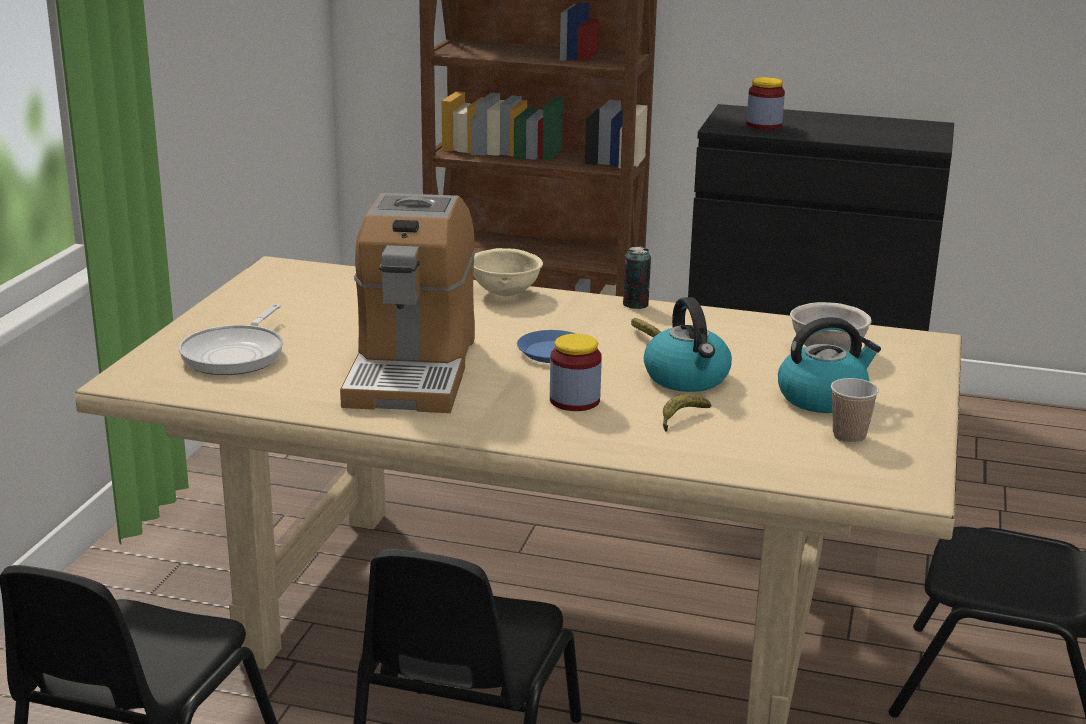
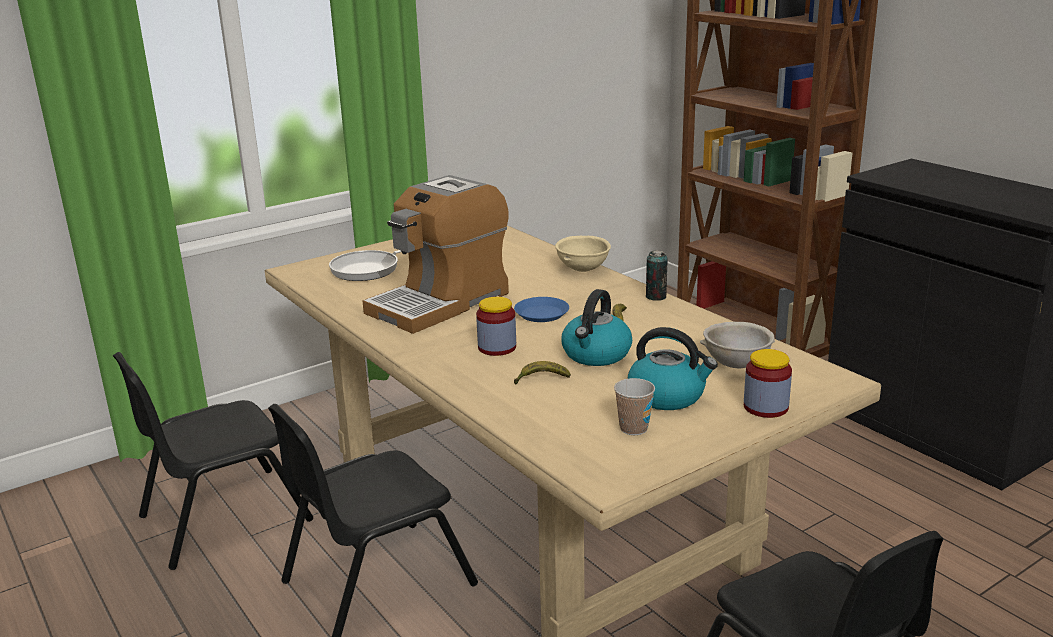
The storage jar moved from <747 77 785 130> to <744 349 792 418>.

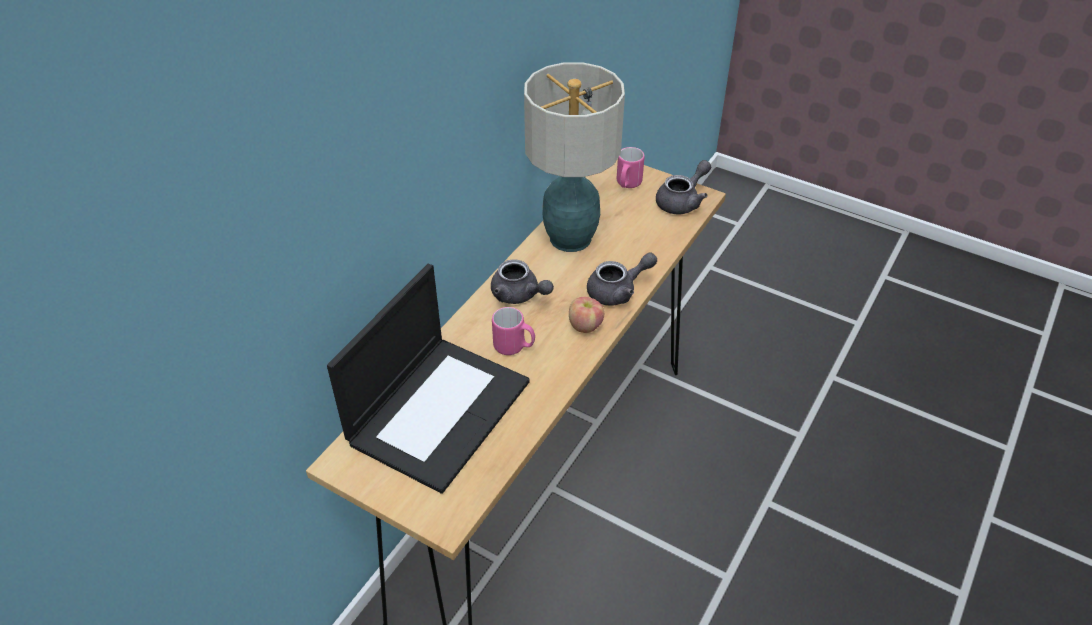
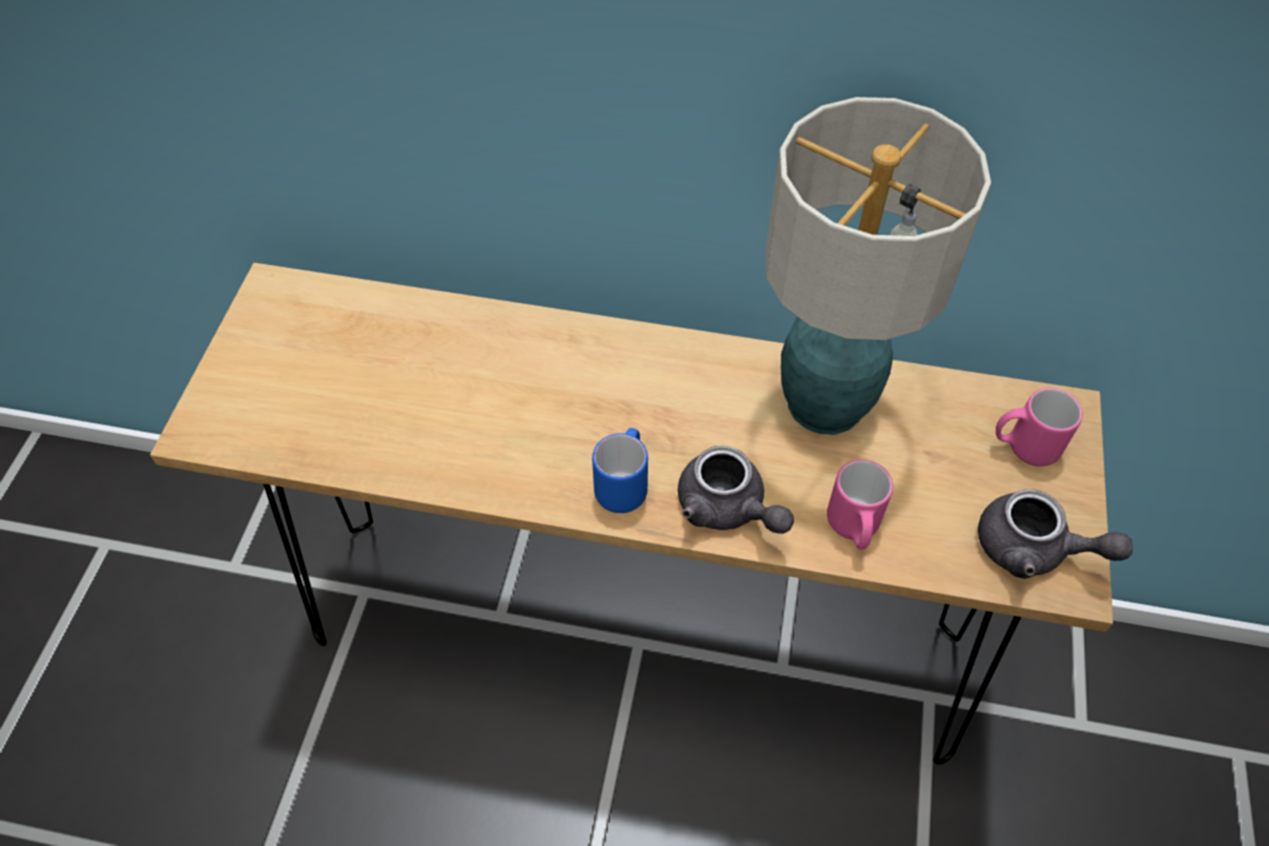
The laptop at <327 264 530 494> disappeared.
The pot for tea in gray at <491 259 554 304> disappeared.
The tea mug in pink-coloured moved from <492 307 535 355> to <827 459 893 550>.
The apple at <569 297 604 333> was replaced by the tea mug in bluish at <592 428 648 513>.

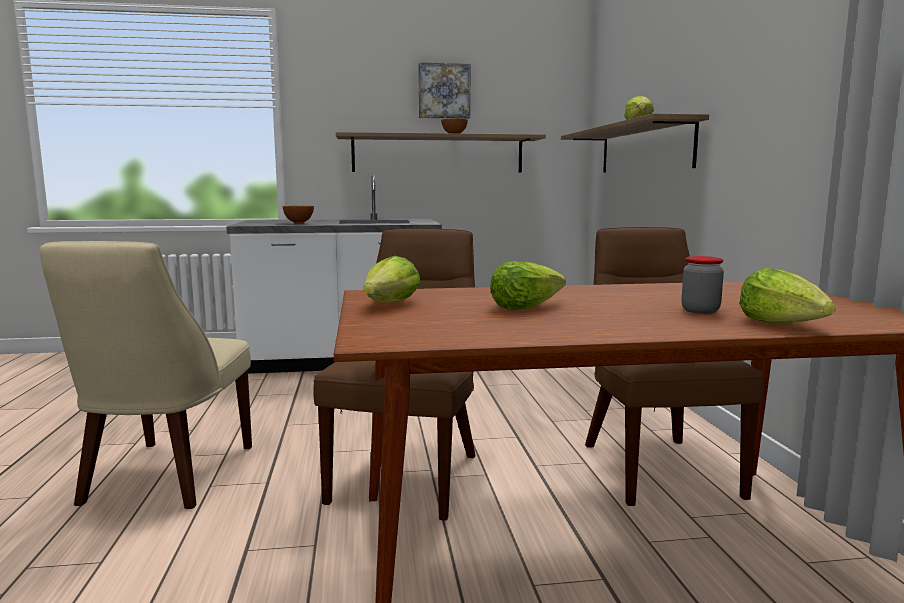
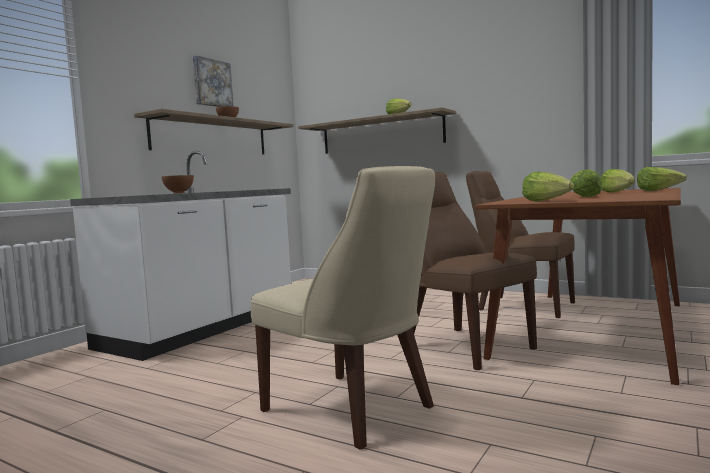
The storage jar at <682 256 724 314> was replaced by the lettuce at <601 169 635 193>.

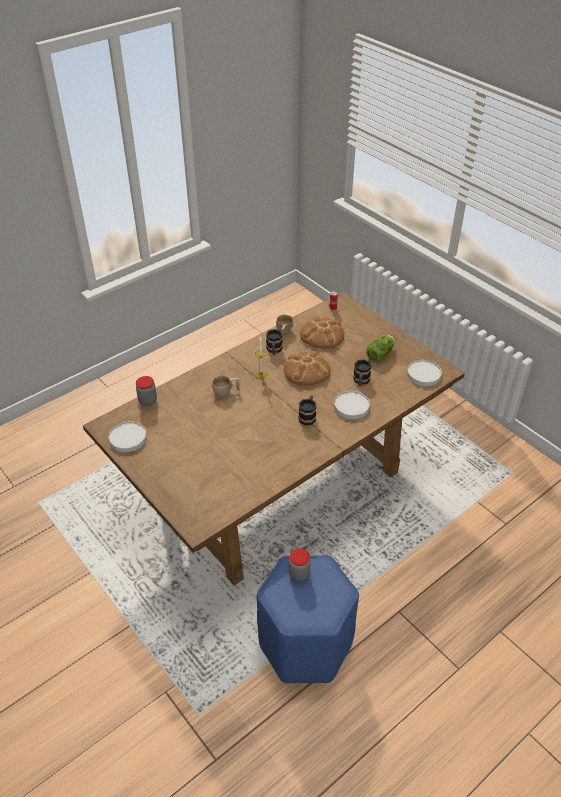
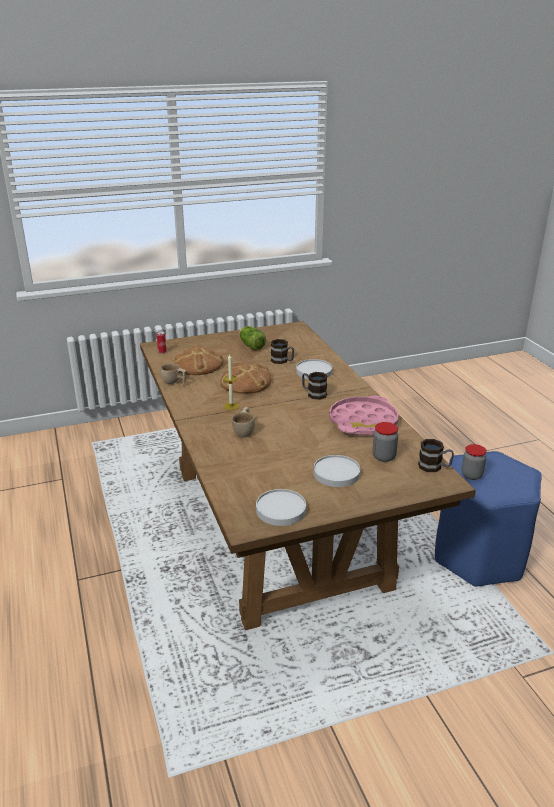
The serving tray in pink-coloured at <329 396 399 436> appeared.
The storage jar moved from <136 376 157 406> to <372 422 398 462>.
The tea mug moved from <266 329 283 355> to <418 439 454 472>.
The flat dish in white moved from <407 360 442 386> to <314 455 360 487>.

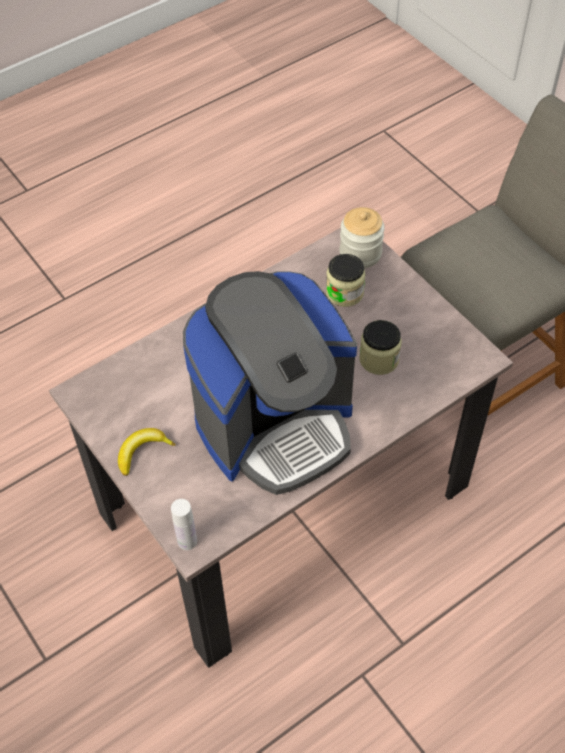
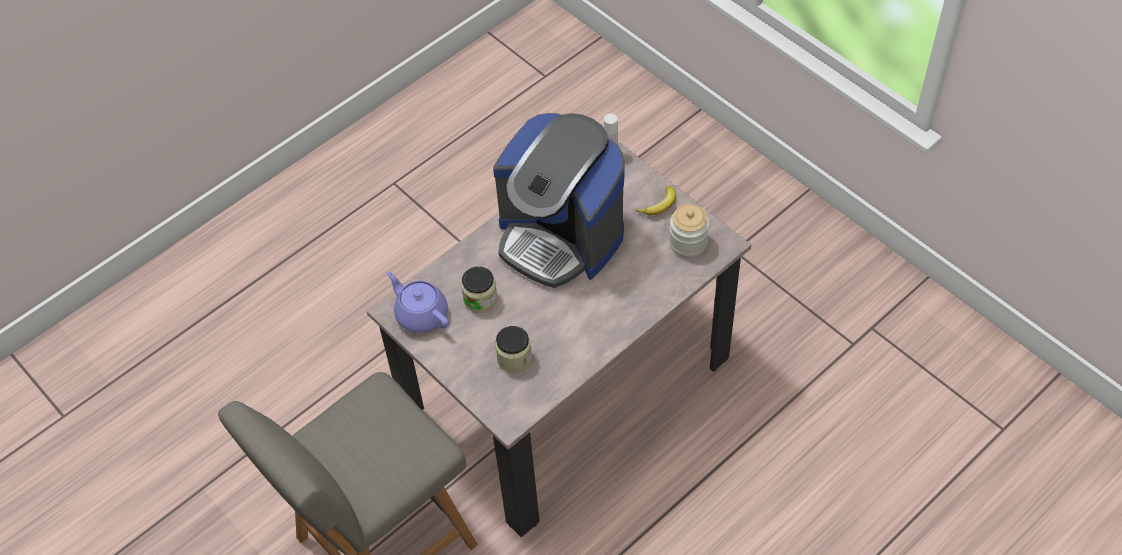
The pot for tea in purple-coloured at <386 271 449 333> appeared.
The storage jar moved from <340 207 385 268> to <669 204 709 258>.
The coffee brewer at <183 271 357 495> turned 105 degrees counterclockwise.

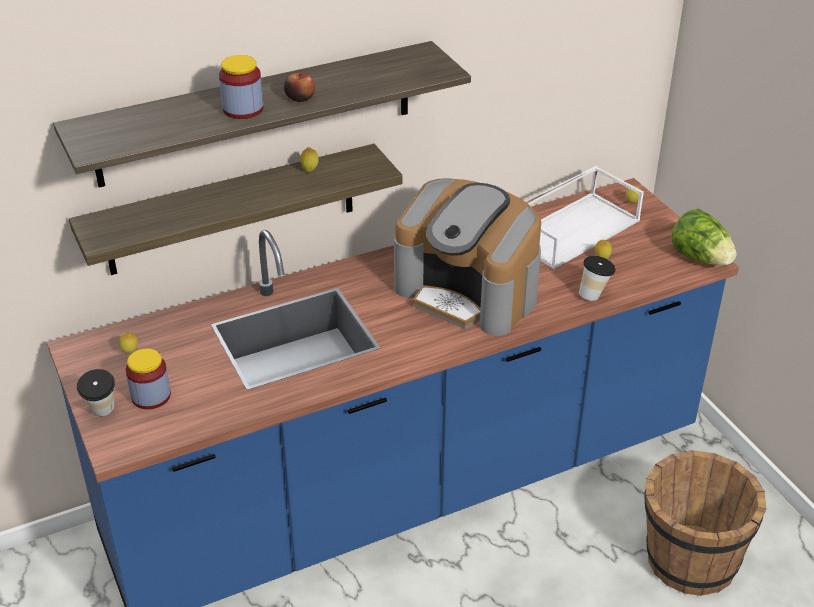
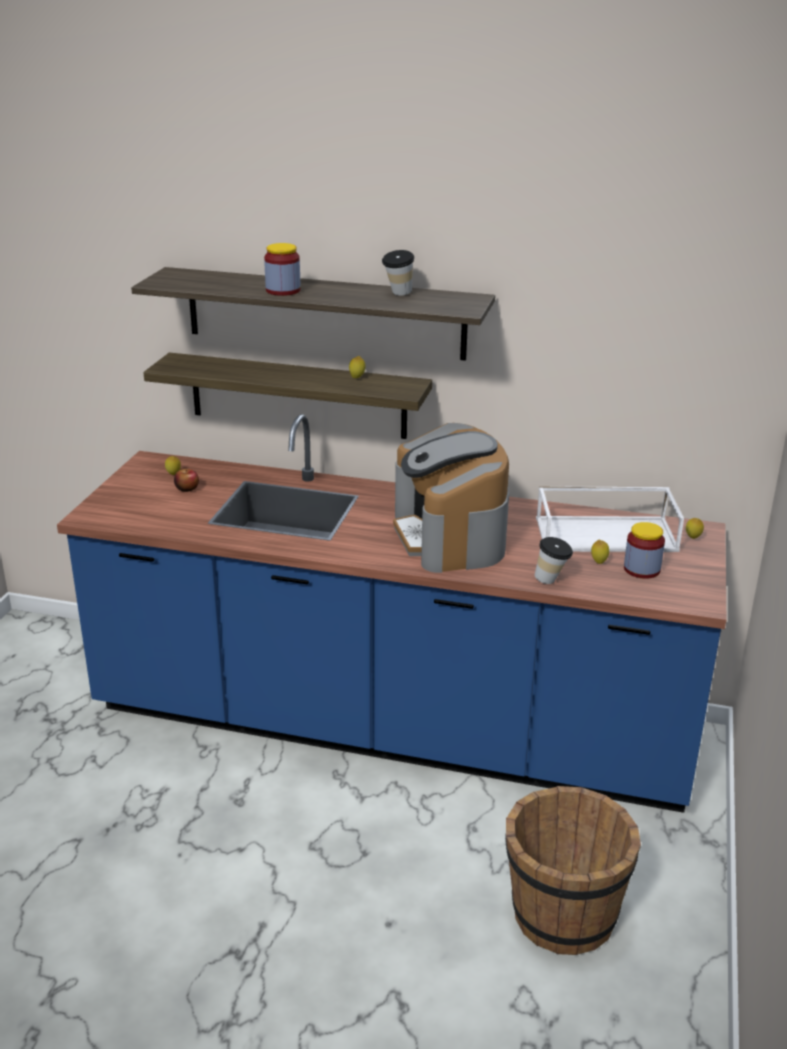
The lettuce at <672 209 736 266> disappeared.
The small cup moved from <77 369 115 416> to <382 250 414 296>.
The storage jar moved from <126 349 171 409> to <624 522 665 579>.
The apple moved from <284 73 315 102> to <174 469 199 492>.

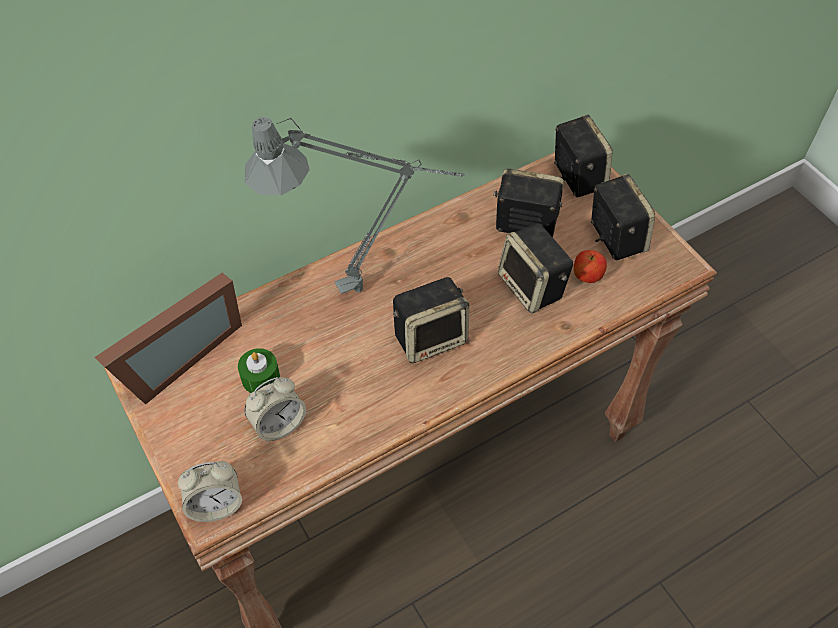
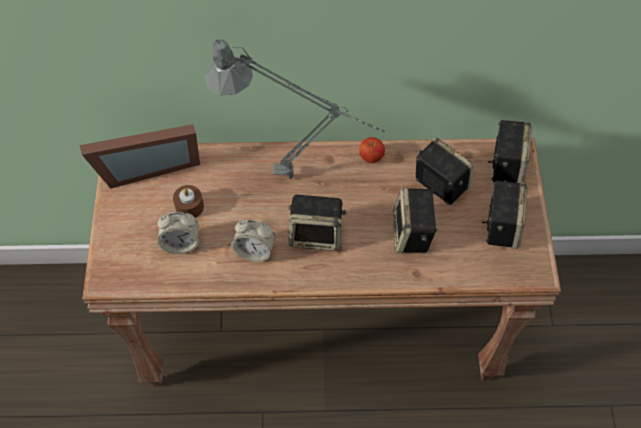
The table clock moved from <178 461 242 522> to <231 220 275 262>.
The apple moved from <574 250 607 283> to <359 137 385 163>.
The wax candle in green at <238 348 280 393> became the wax candle in brown-coloured at <173 185 204 218>.

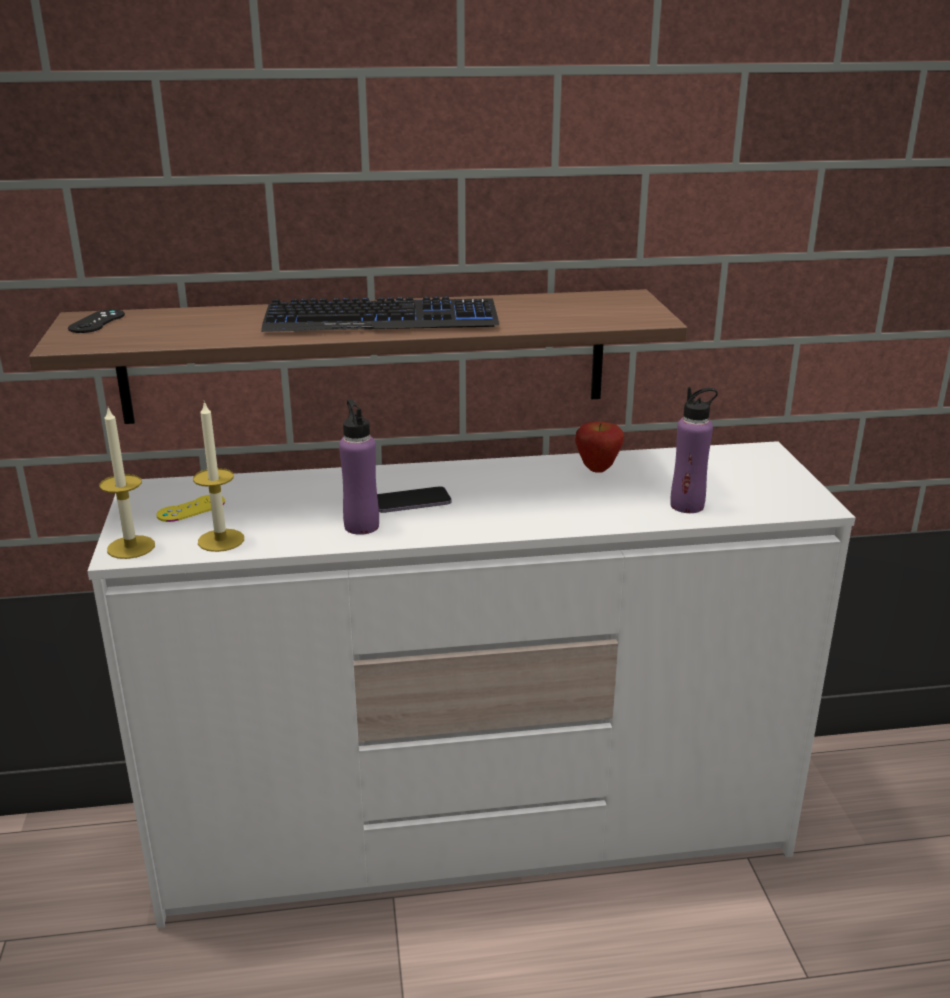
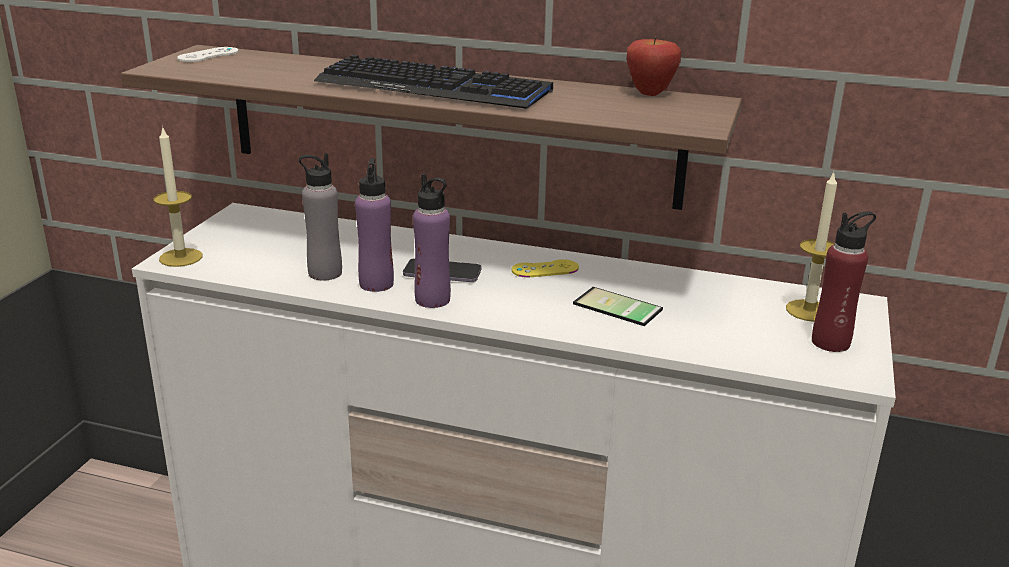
The bottle in gray at <299 153 342 281> appeared.
The telephone at <573 287 663 326> appeared.
The bottle in reddish at <812 212 876 352> appeared.
The game controller in yellow moved from <156 495 225 522> to <512 259 579 278>.
The wax candle moved from <193 401 244 552> to <786 172 837 322>.
The apple moved from <575 422 624 473> to <626 37 681 96>.
The bottle in purple-coloured moved from <670 387 718 513> to <413 174 451 308>.
The game controller in blackish at <68 309 125 333> became the game controller in white at <177 47 238 62>.

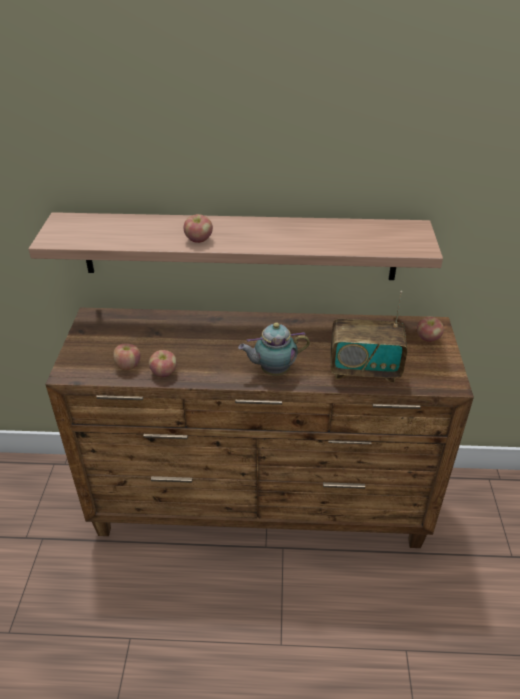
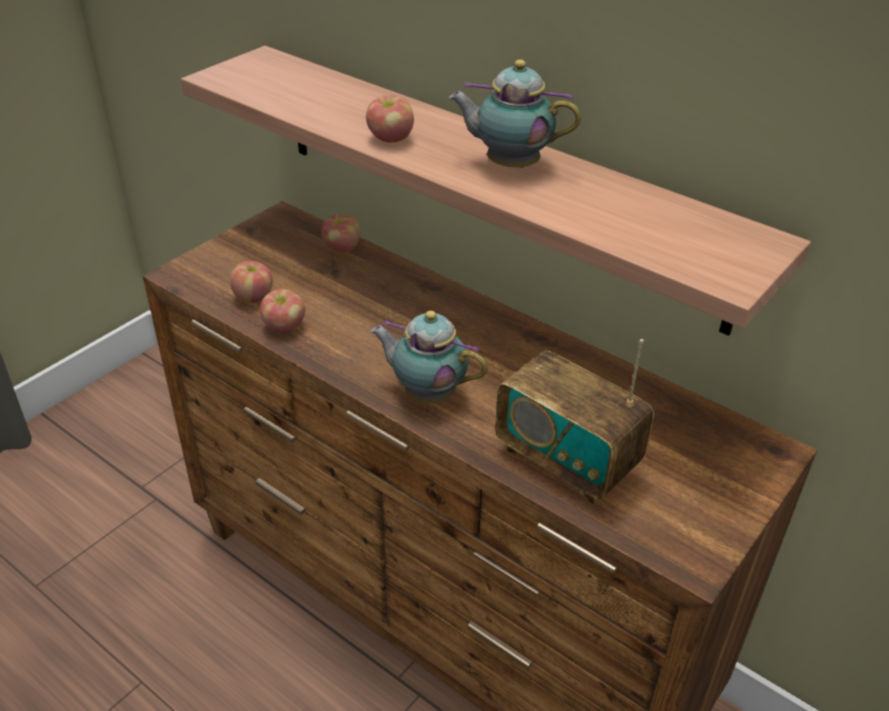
The pot for tea at <449 60 581 168> appeared.
The apple moved from <417 317 444 342> to <321 214 360 253>.

